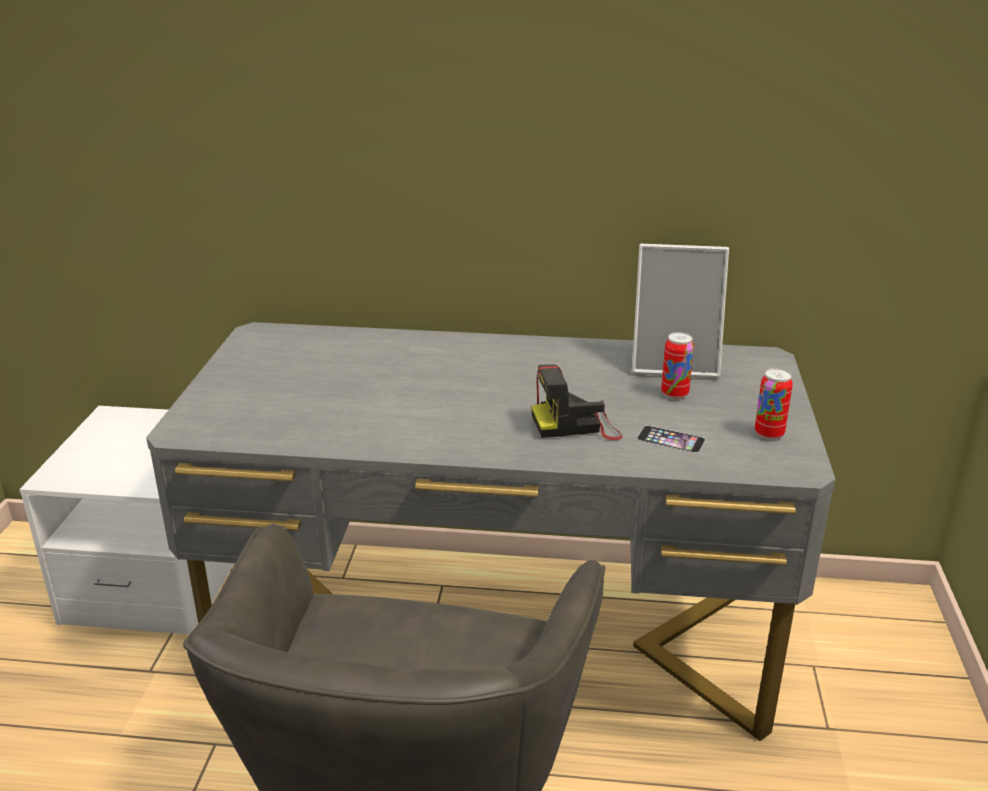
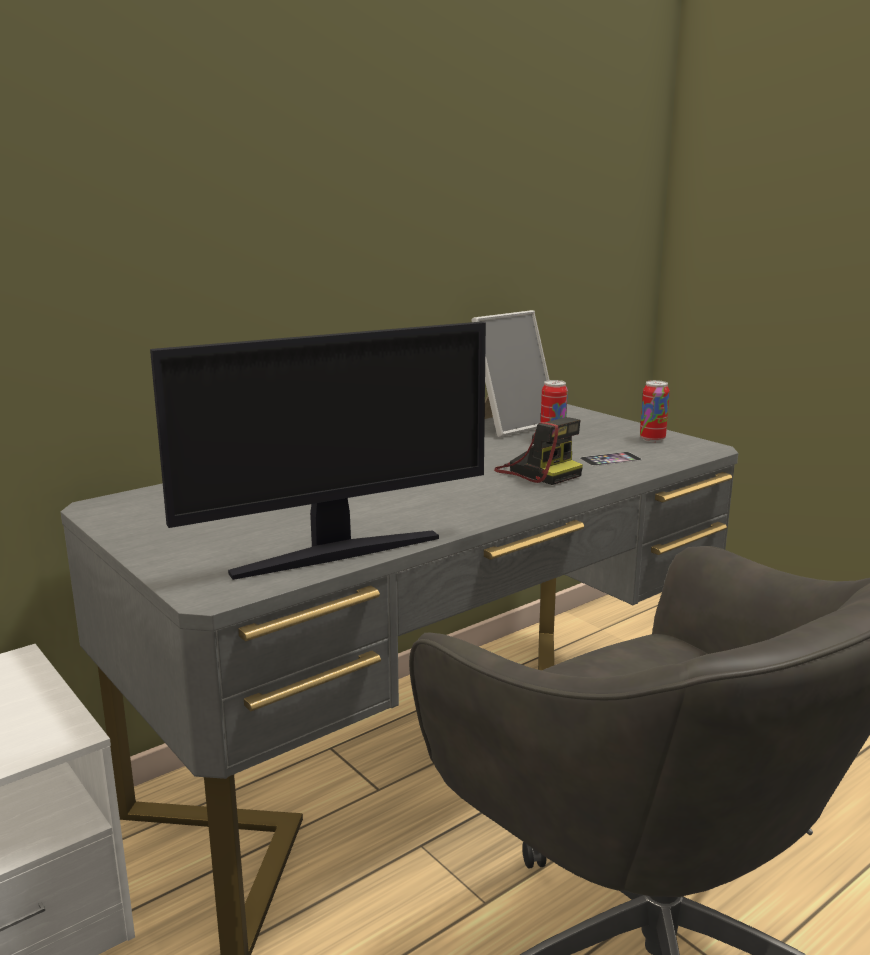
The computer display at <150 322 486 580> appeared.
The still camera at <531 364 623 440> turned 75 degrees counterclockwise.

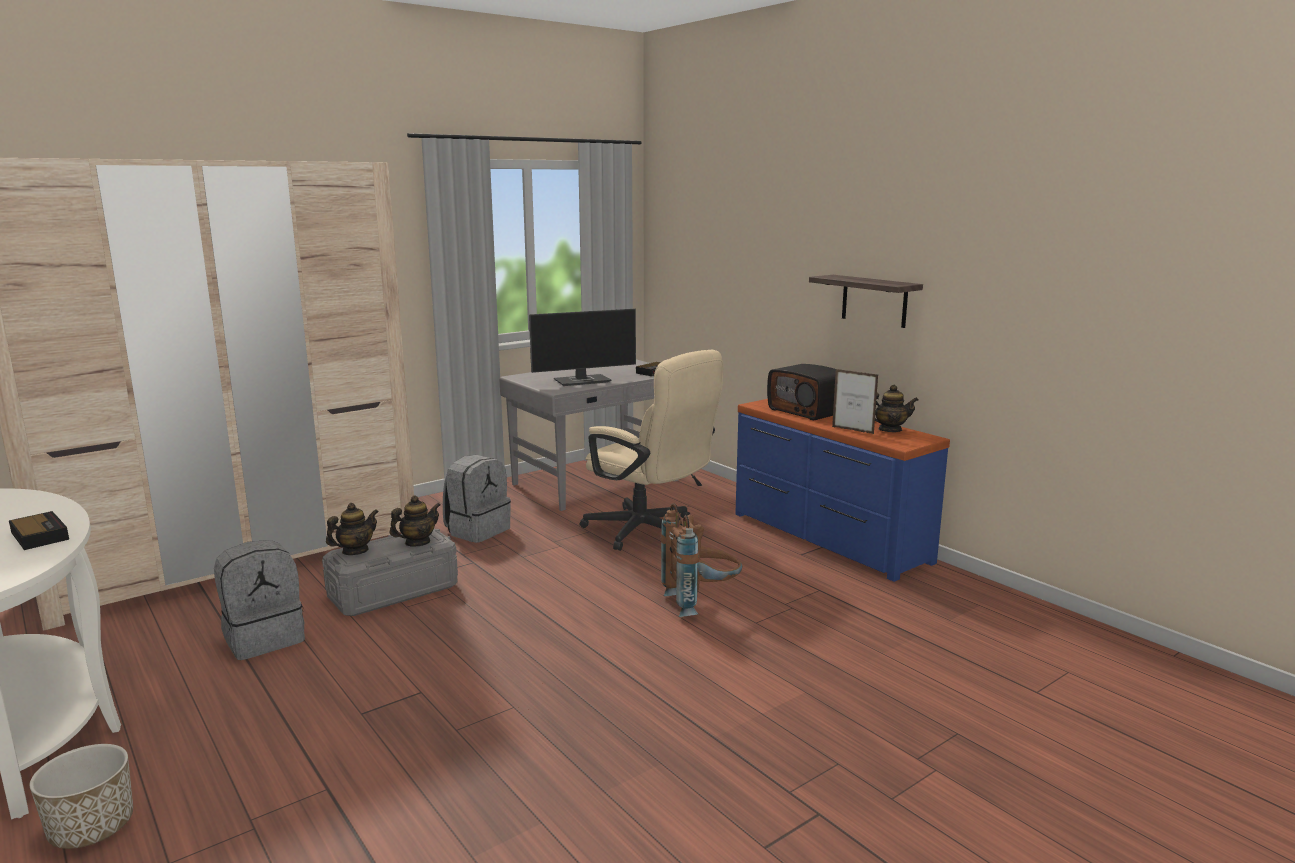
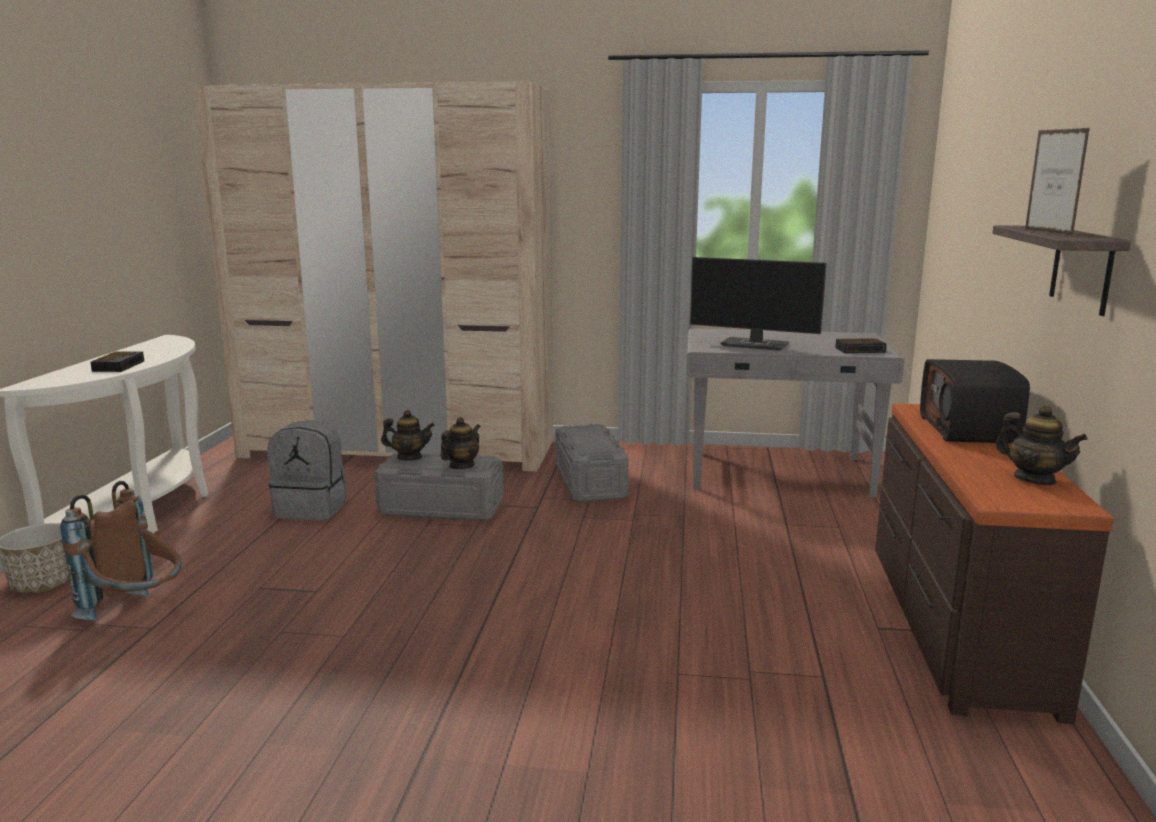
The computer chair in beige at <580 350 724 551> disappeared.
The knapsack in brown-coloured moved from <661 504 742 617> to <60 481 182 620>.
The photo frame moved from <832 369 878 434> to <1025 128 1090 235>.
The knapsack in gray at <443 455 511 543> was replaced by the storage box in gray at <555 424 629 502>.
The dresser in bluish at <735 399 950 582> became the dresser in brown-coloured at <875 403 1114 724>.
The pot for tea at <390 495 440 547> turned 60 degrees counterclockwise.

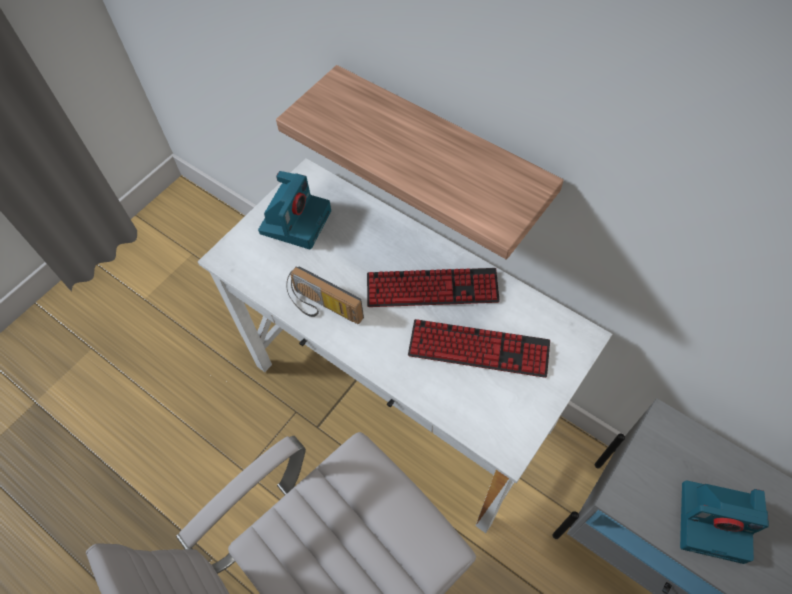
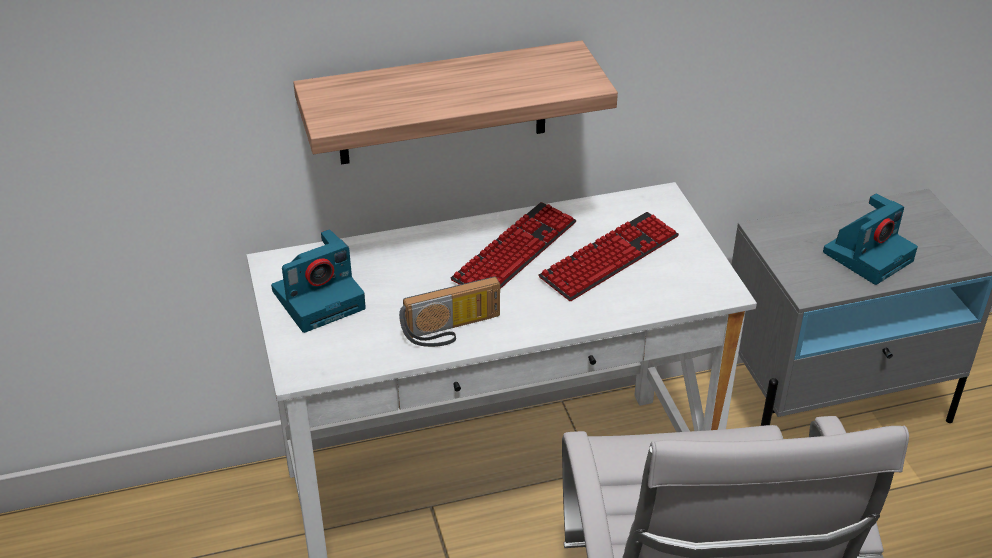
The still camera at <258 171 331 249> turned 90 degrees clockwise.

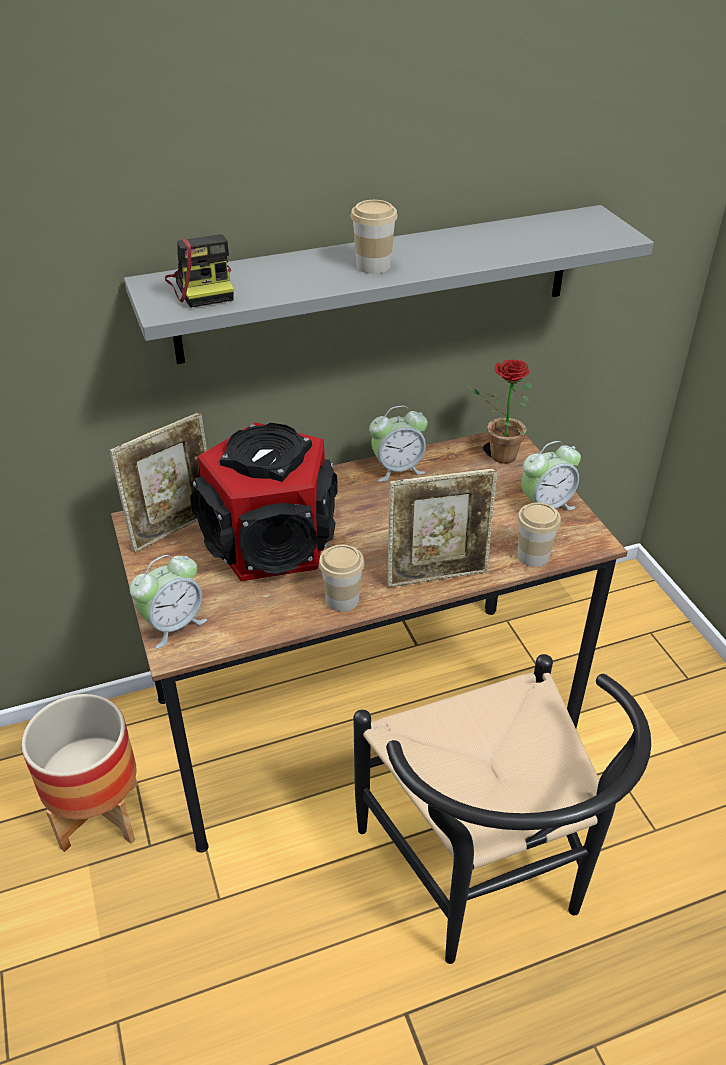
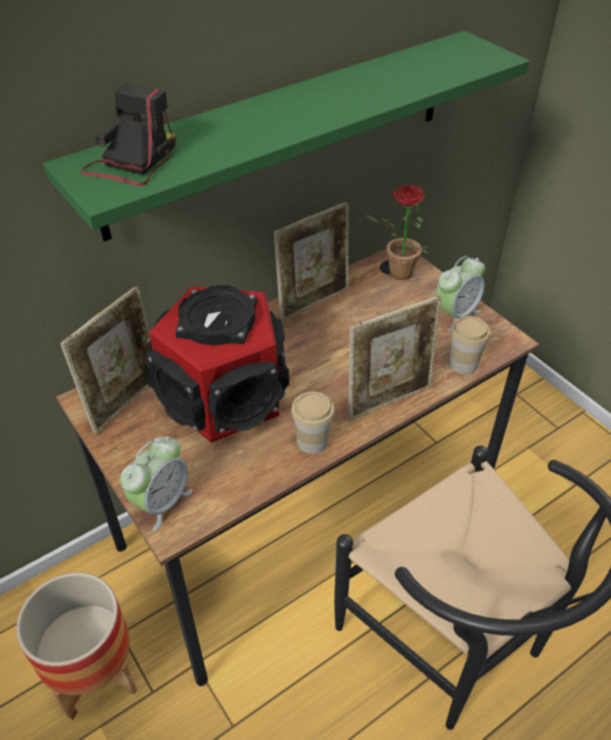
The small cup at <351 200 398 274> disappeared.
The table clock at <369 406 428 482> was replaced by the photo frame at <274 202 349 321>.
The shelf in gray at <124 205 654 364> became the shelf in green at <43 31 529 242>.
The still camera at <165 234 234 308> turned 120 degrees counterclockwise.

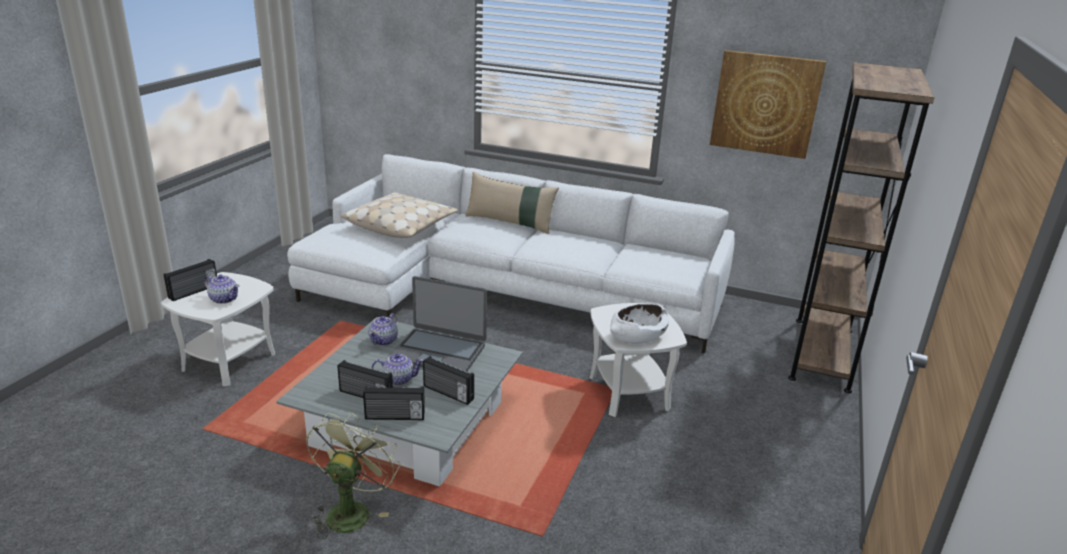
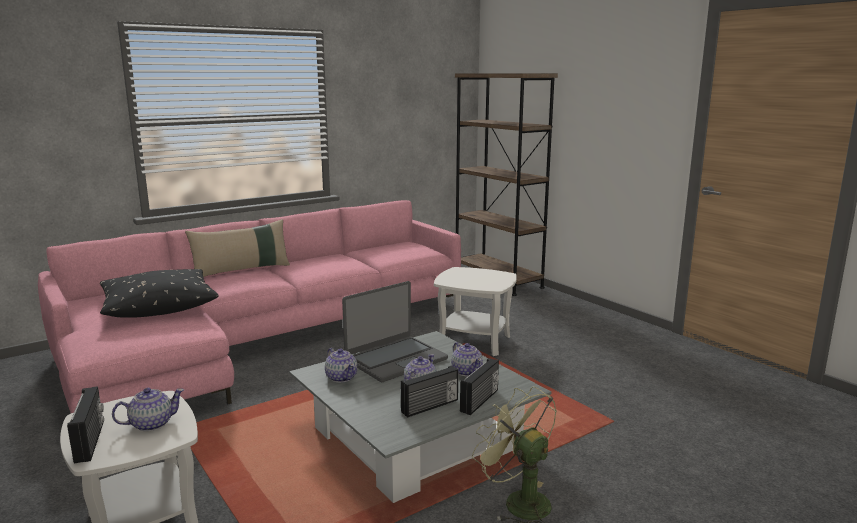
The serving bowl in white at <610 303 669 344> disappeared.
The wall picture at <710 50 826 159> disappeared.
The radio at <423 356 474 405> was replaced by the pot for tea at <451 342 483 376>.
The settee in white at <287 154 735 354> became the settee in pink-coloured at <38 200 461 413>.
The throw pillow in beige at <341 192 458 238> became the throw pillow in blackish at <100 269 219 318>.

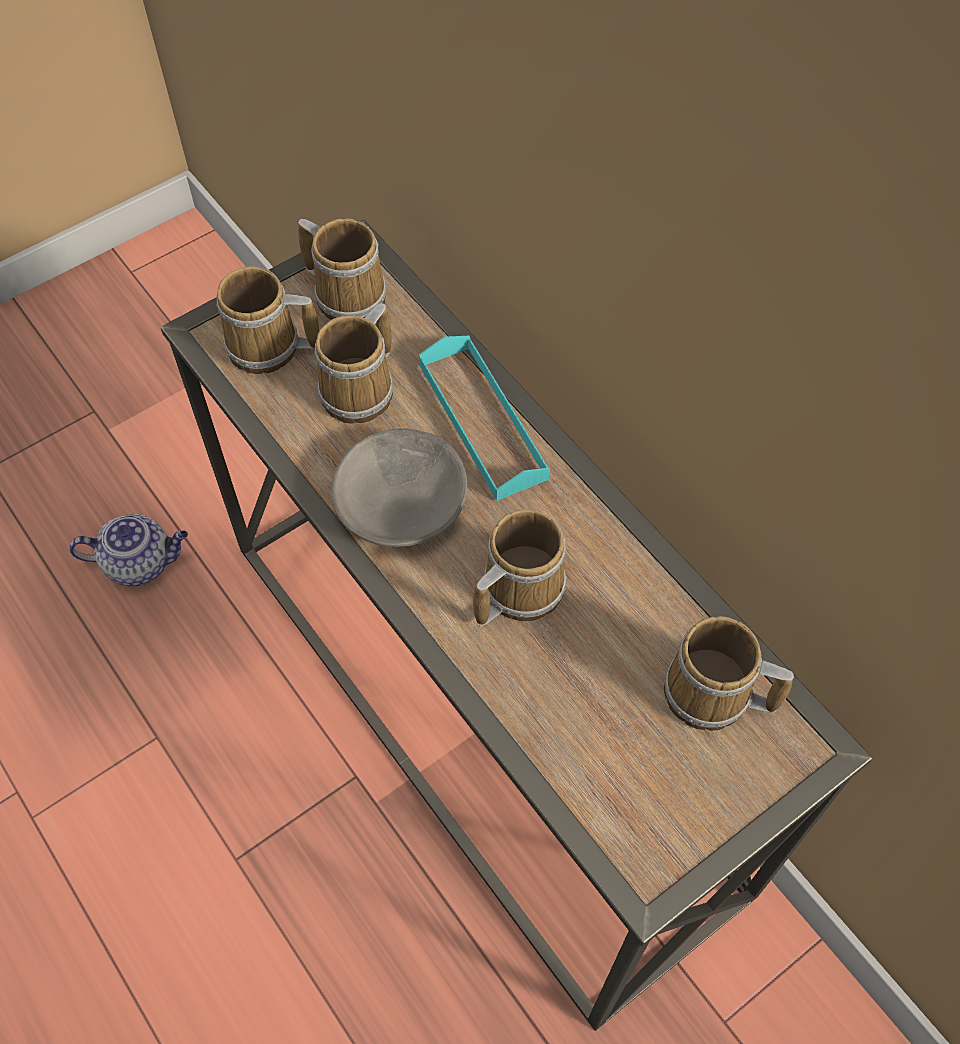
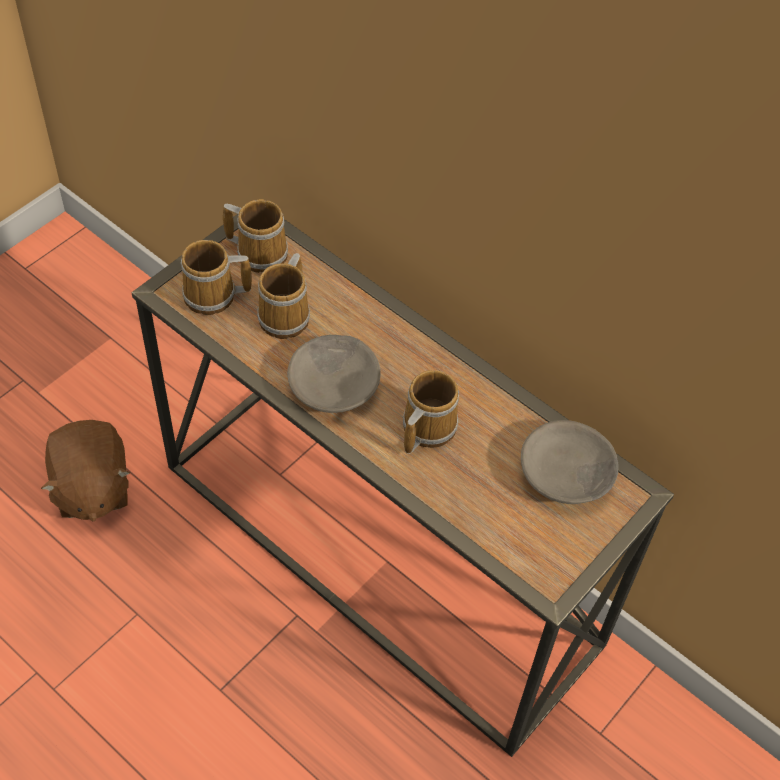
The serving tray in blue-green at <419 336 550 501> disappeared.
The pot for tea at <69 514 188 587> was replaced by the plush toy in brown-coloured at <41 420 130 522>.
The tea mug at <664 616 794 731> was replaced by the serving bowl in gray at <521 420 619 504>.

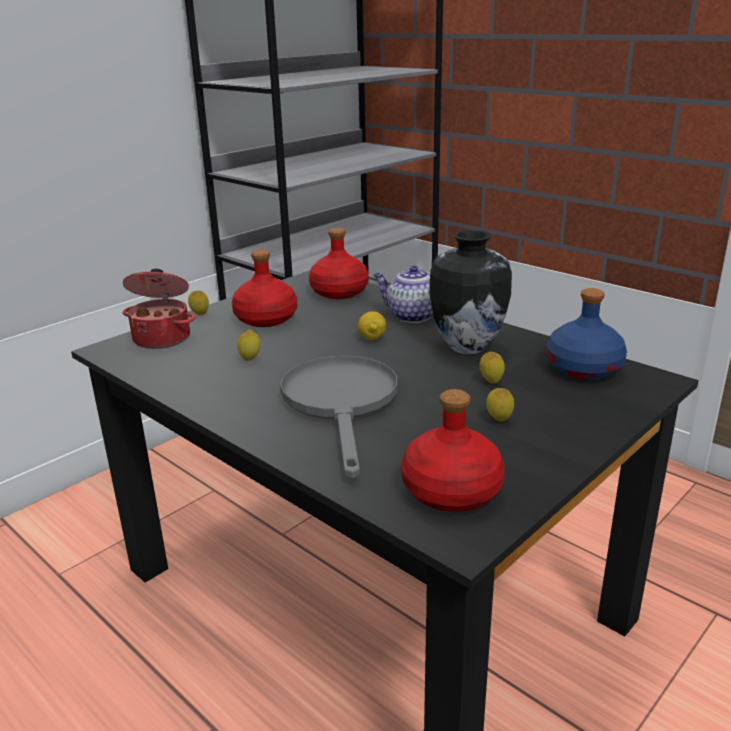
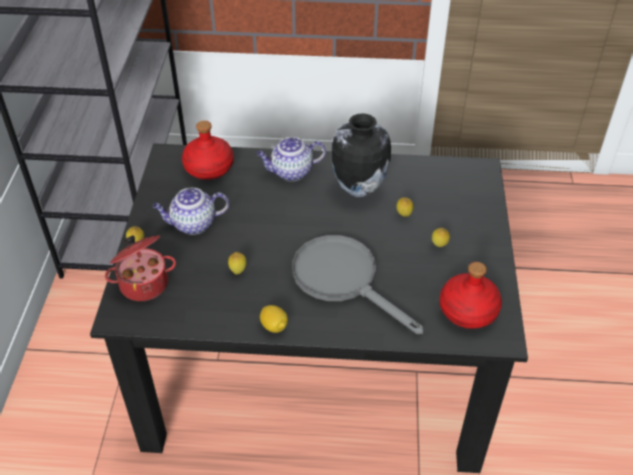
The bottle in bluish at <546 288 627 380> disappeared.
The citrus fruit moved from <358 311 386 340> to <260 305 288 333>.
The bottle in reddish at <232 250 297 327> was replaced by the pot for tea at <152 188 229 235>.

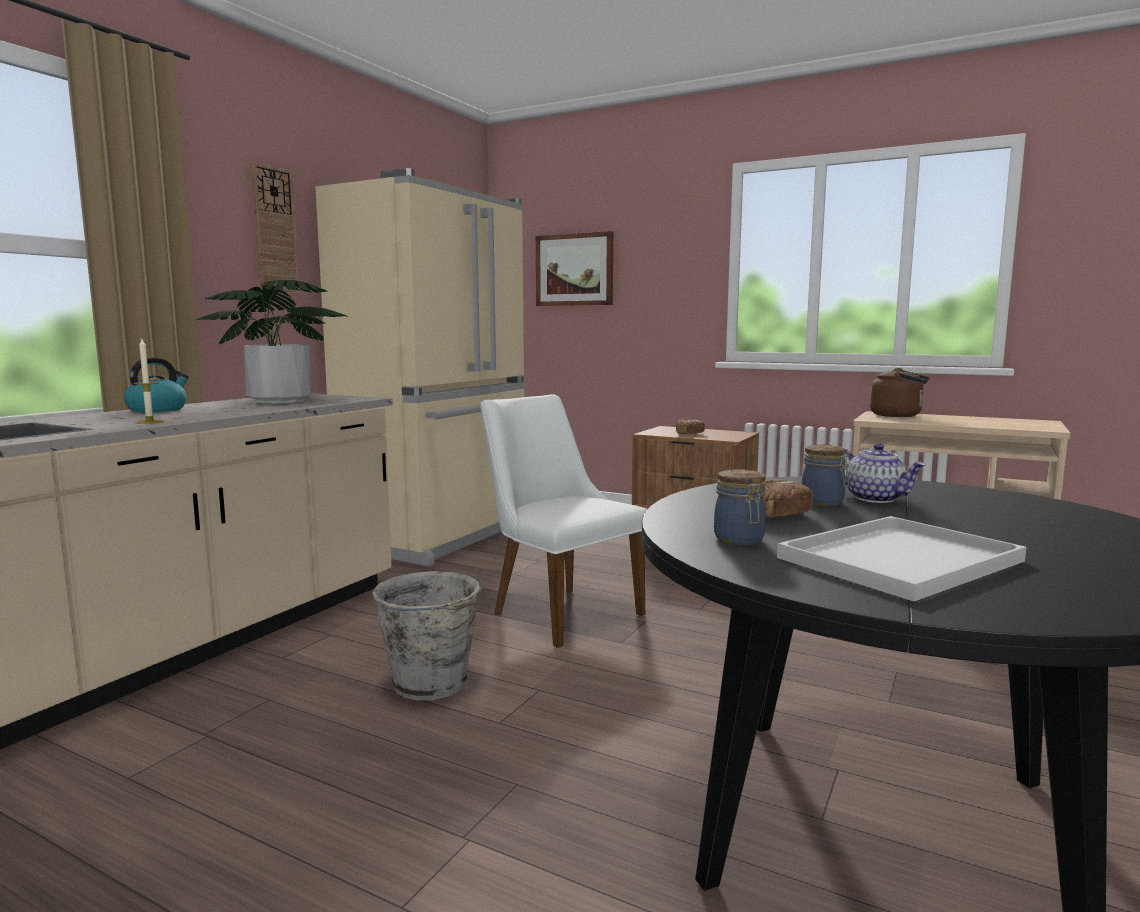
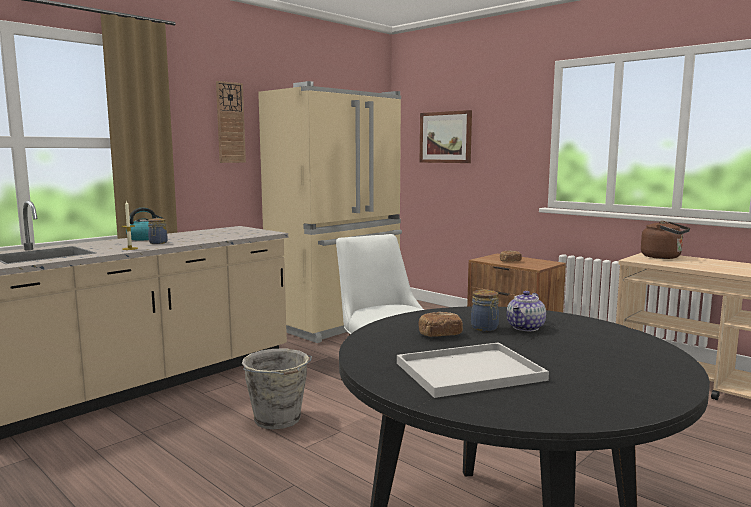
The potted plant at <196 280 348 404> disappeared.
The storage jar moved from <714 469 766 545> to <148 218 168 244>.
The pot for tea at <845 443 926 503> turned 60 degrees clockwise.

